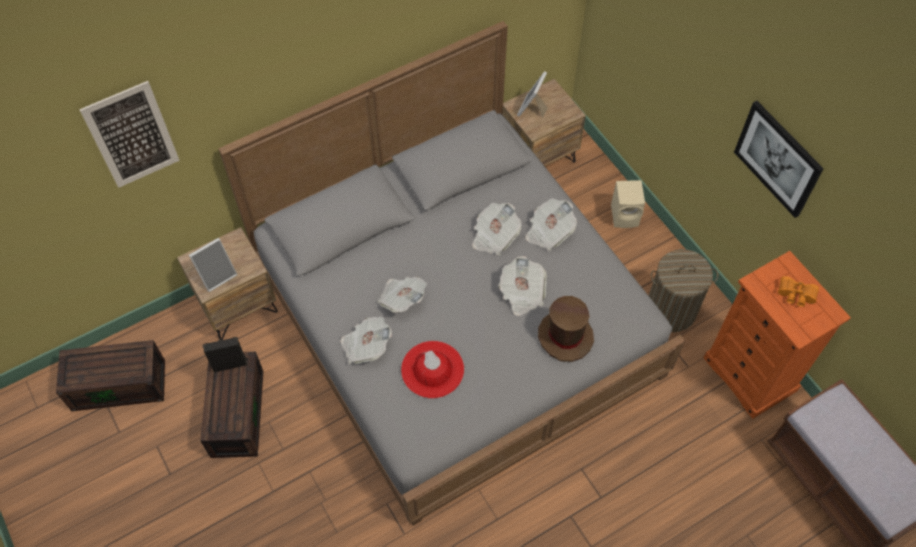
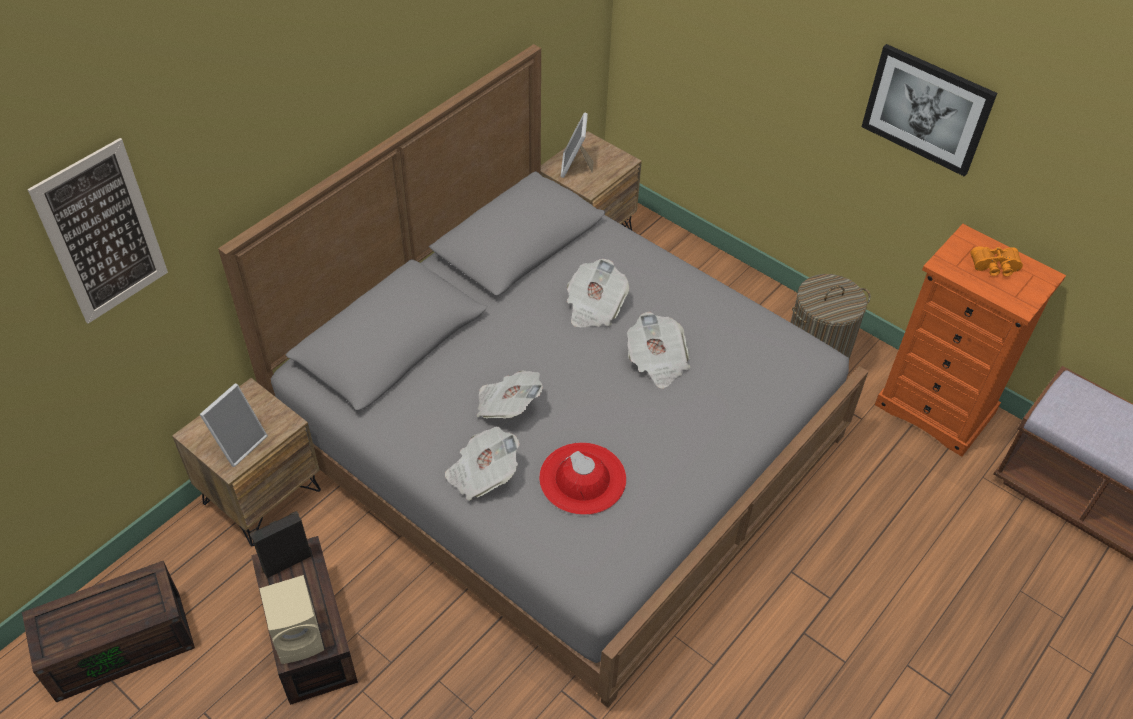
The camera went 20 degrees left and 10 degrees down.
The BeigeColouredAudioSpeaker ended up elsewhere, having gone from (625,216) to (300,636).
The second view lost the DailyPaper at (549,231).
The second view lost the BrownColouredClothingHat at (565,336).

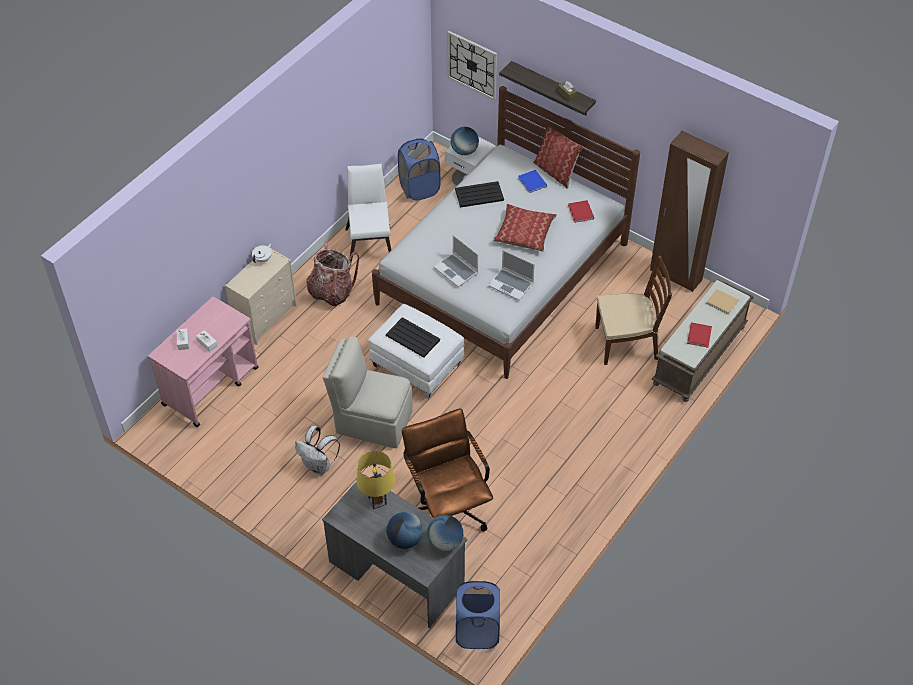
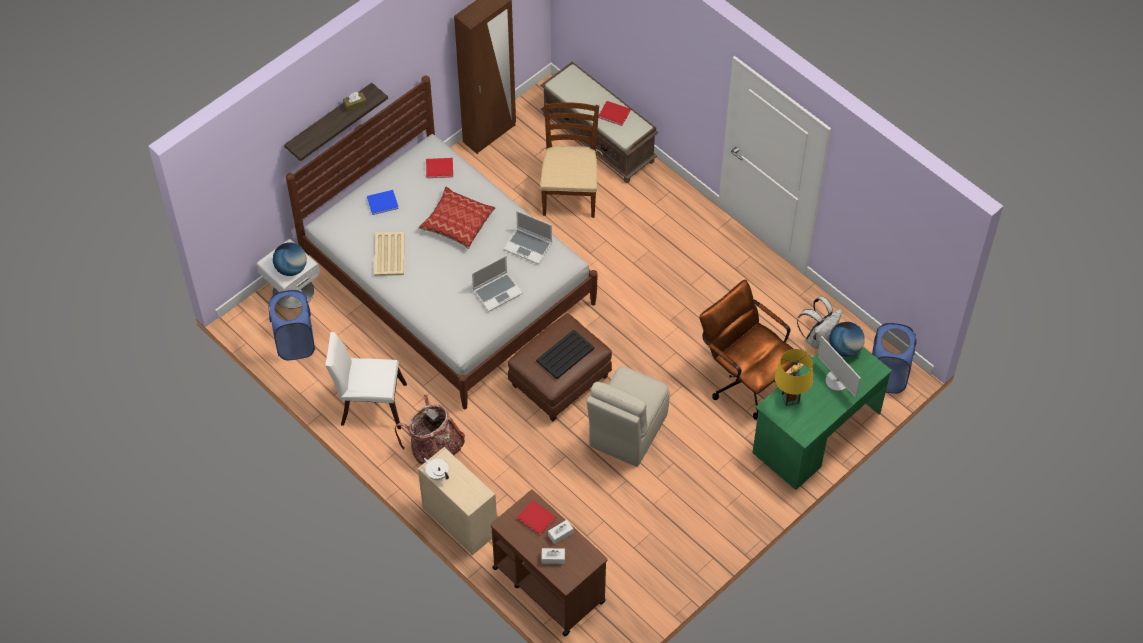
The camera went 80 degrees left and 5 degrees up.
The second view lost the WallClock at (472,65).
The second view lost the Pillow at (556,172).
What was the BlackishServingTray at (478,195) turned into the BeigeColouredServingTray at (389,255).
The PortableComputer at (511,285) ended up facing another way, 75 degrees clockwise from before.
The second view lost the BeigeColouredBoundBook at (722,303).
What was the PinkColouredWheeledCart at (211,386) turned into the BrownColouredWheeledCart at (548,584).
What was the WhiteFootrest at (418,365) turned into the BrownColouredFootrest at (560,380).
The BrownColouredOfficeChair at (448,506) ended up facing another way, 60 degrees clockwise from before.
The WhiteBackpack ended up elsewhere, having gone from (319,466) to (818,337).
What was the GrayDeskUnit at (396,573) turned into the GreenDeskUnit at (816,433).
Where the DeskGlobe stood at (405,539), the Monitor came to stand at (837,381).
The second view gained the RedBoundBook at (537,519).

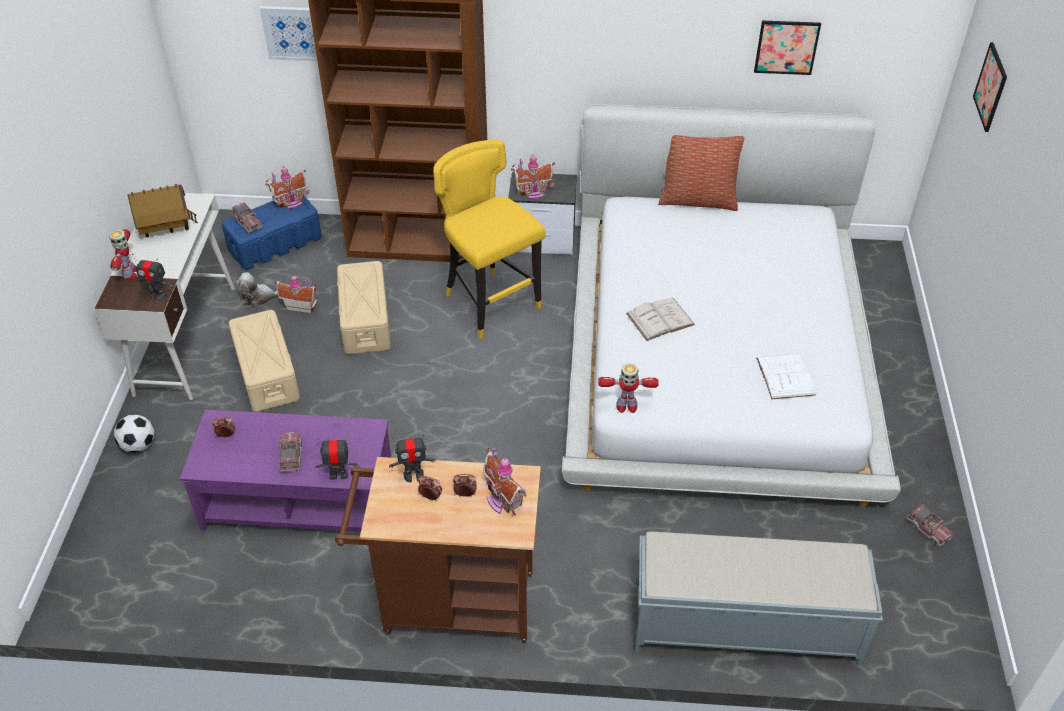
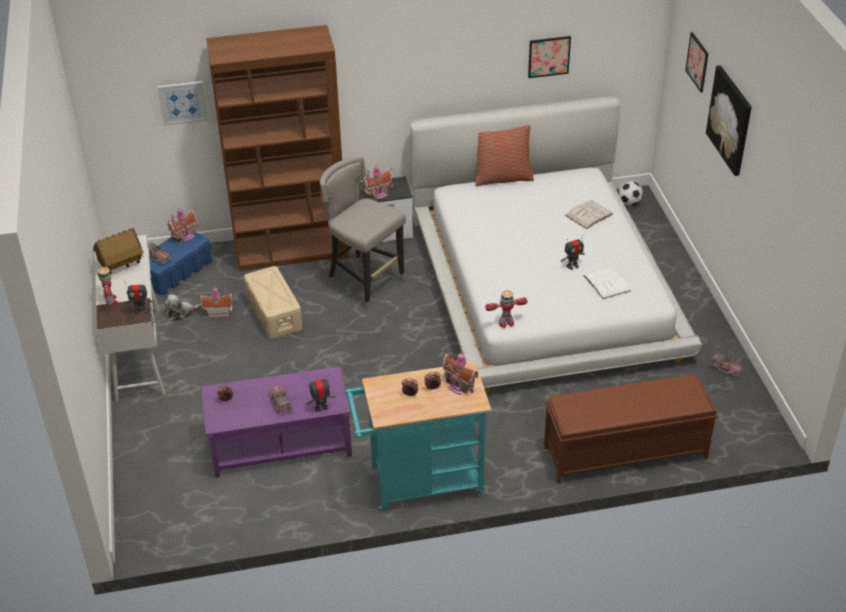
The camera went 15 degrees left and 5 degrees down.
What was the YellowColouredStool at (490,303) turned into the GrayStool at (364,283).
The WhiteBoundBook ended up elsewhere, having gone from (660,319) to (589,214).
The second view lost the BeigeColouredStorageBin at (267,373).
The Football ended up elsewhere, having gone from (138,445) to (629,203).
The RobotFigure ended up elsewhere, having gone from (413,475) to (572,266).
What was the BrownColouredWheeledCart at (449,603) turned into the BlueGreenWheeledCart at (419,483).
What was the GrayBench at (743,625) turned into the BrownColouredBench at (623,452).
The second view gained the WallPicture at (730,120).

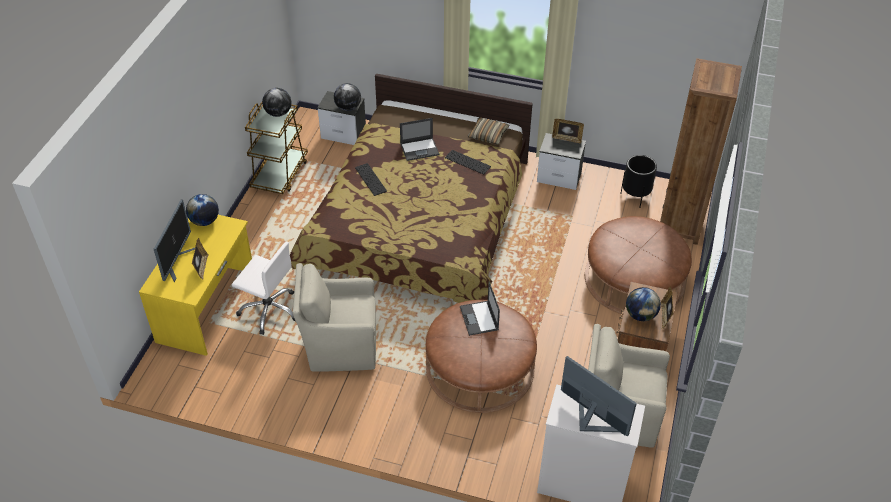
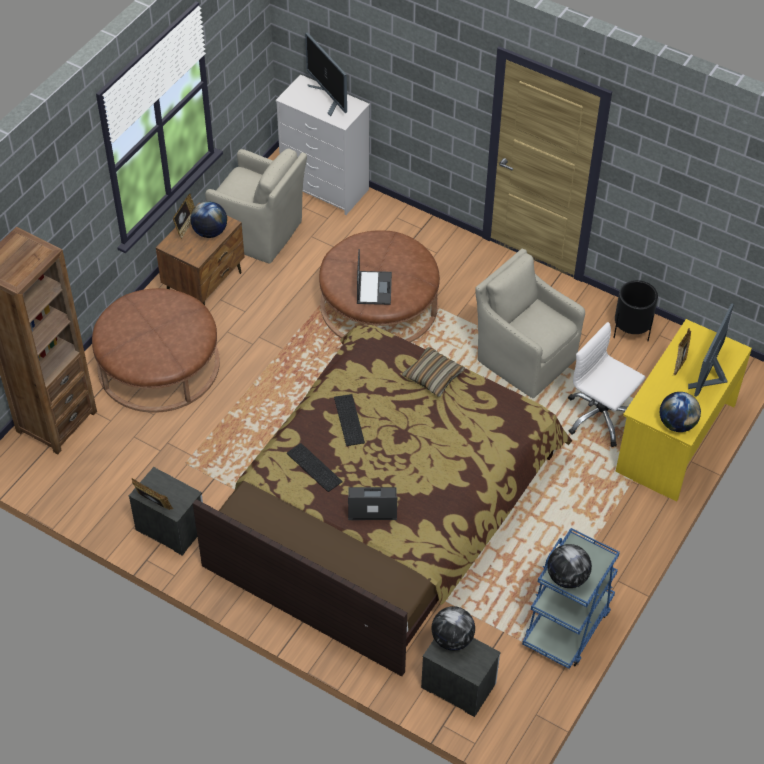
The camera went 165 degrees left and 5 degrees up.
What was the BrownColouredWheeledCart at (280,174) turned into the BluishWheeledCart at (567,625).
The Pillow ended up elsewhere, having gone from (488,135) to (433,376).
The BlackishPlantPot ended up elsewhere, having gone from (635,197) to (631,331).
The ComputerKeyboard ended up elsewhere, having gone from (371,179) to (347,419).
The BeigeColouredLoungeChair at (340,346) ended up facing another way, 150 degrees counterclockwise from before.

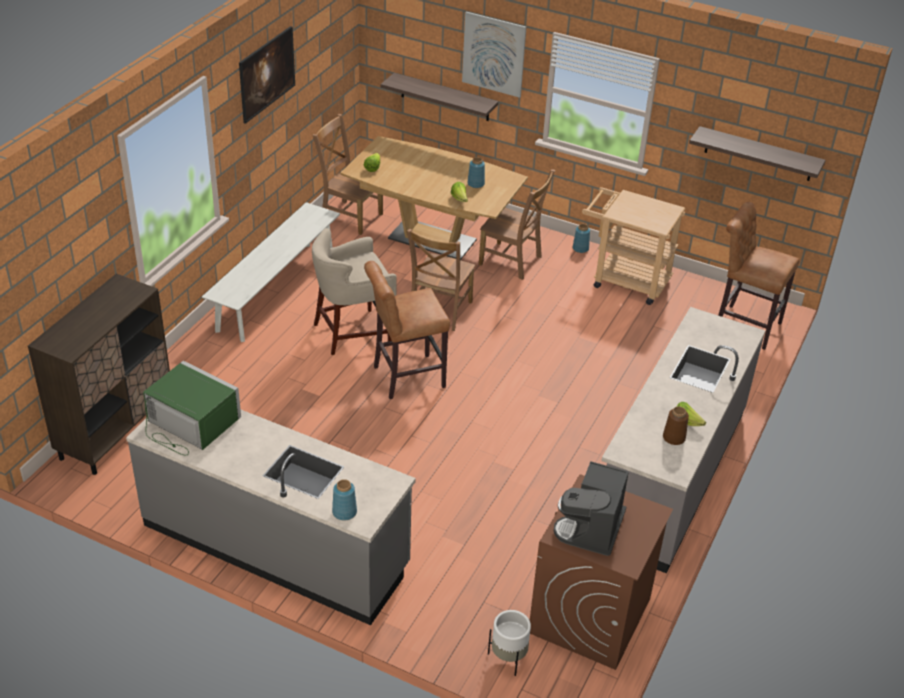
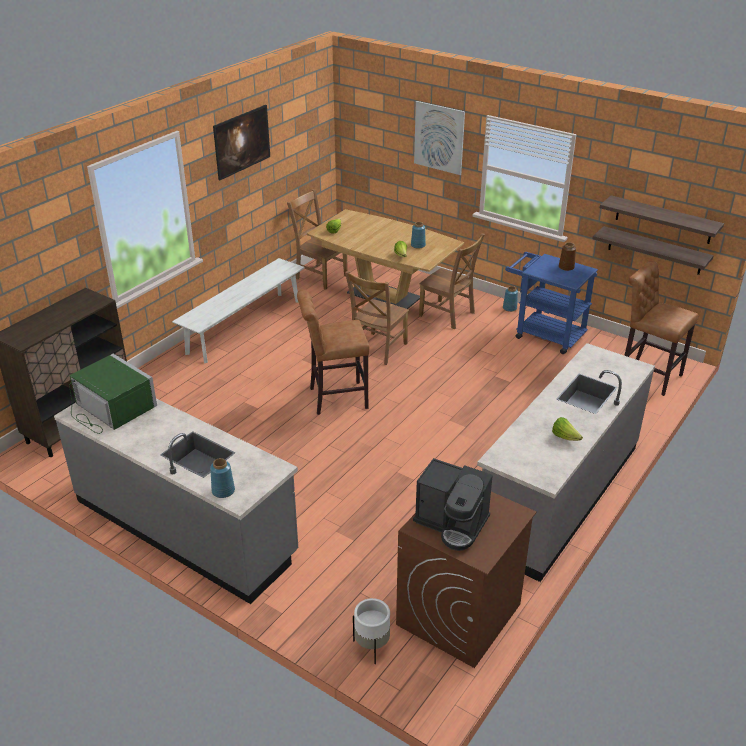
The camera went 10 degrees right and 5 degrees down.
The BracketShelf ended up elsewhere, having gone from (445,97) to (654,250).
What was the BeigeColouredWheeledCart at (624,280) turned into the BluishWheeledCart at (544,334).
The second view lost the BeigeColouredStool at (353,333).
The BrownColouredVase ended up elsewhere, having gone from (673,437) to (566,267).
The CoffeeBrewer at (592,529) ended up facing another way, 90 degrees counterclockwise from before.

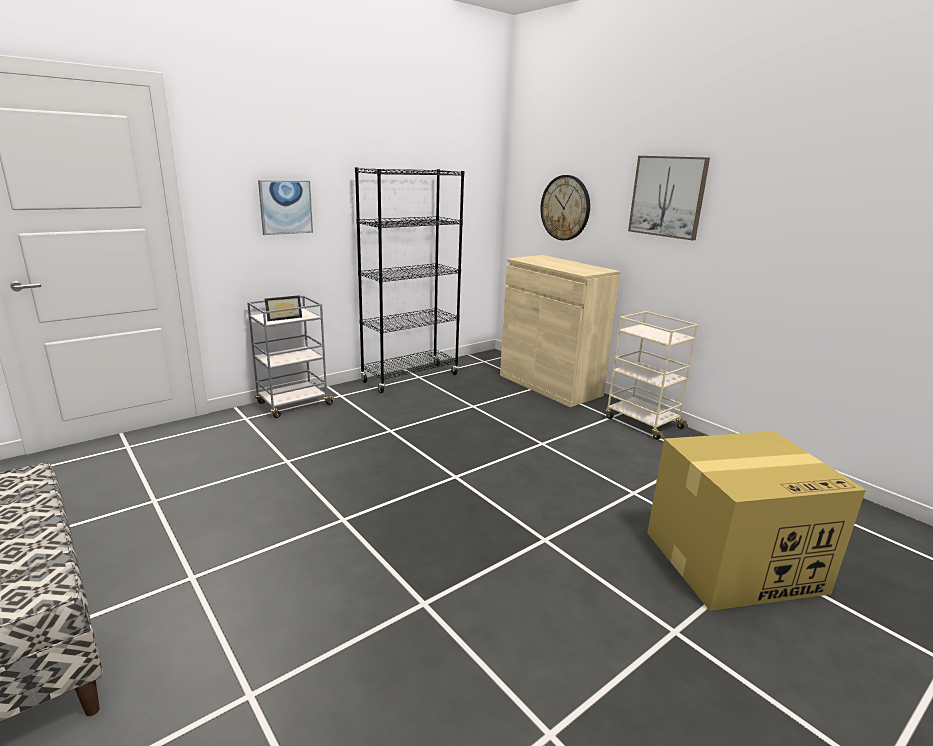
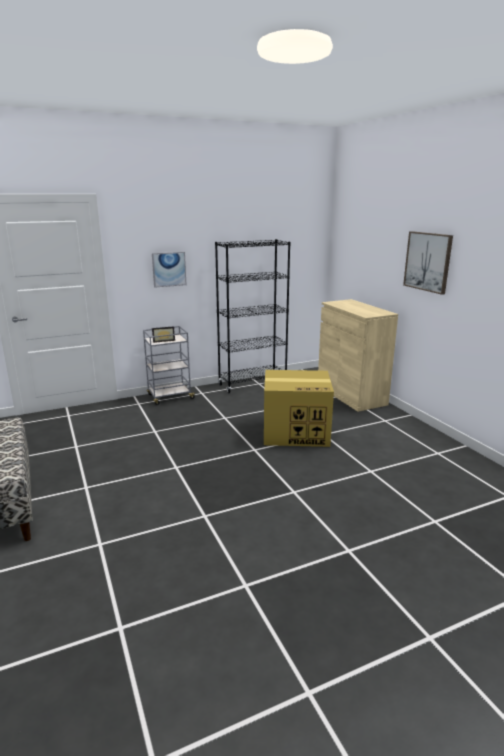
The camera went 15 degrees right and 0 degrees up.
The second view lost the WallClock at (565,208).
The second view lost the BeigeColouredWheeledCart at (642,422).
The CardboardBox ended up elsewhere, having gone from (734,561) to (296,432).

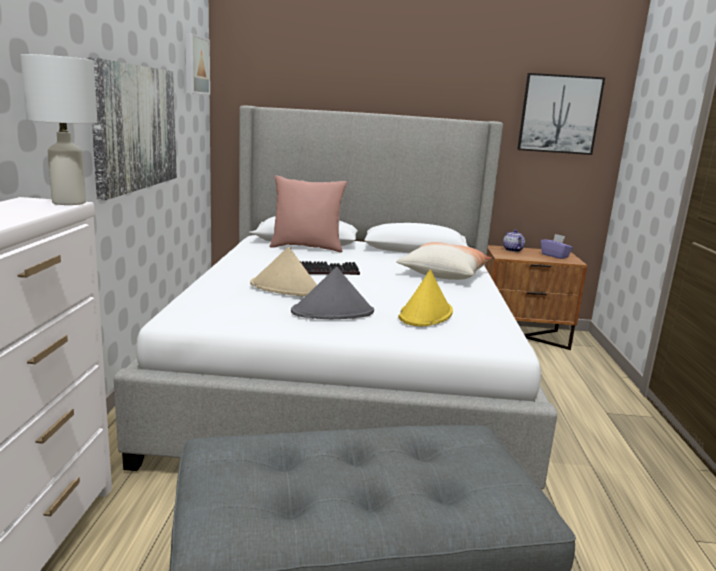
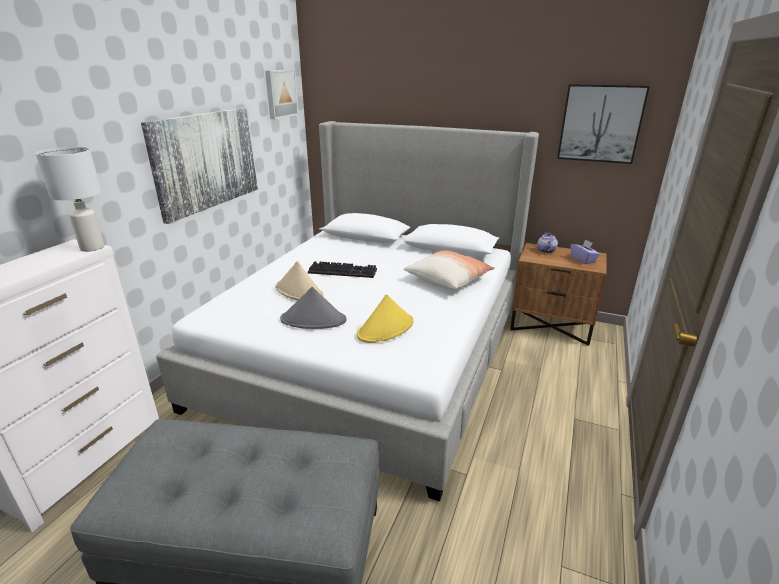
The camera went 20 degrees right and 10 degrees up.
The second view lost the PinkColouredPillow at (306,247).

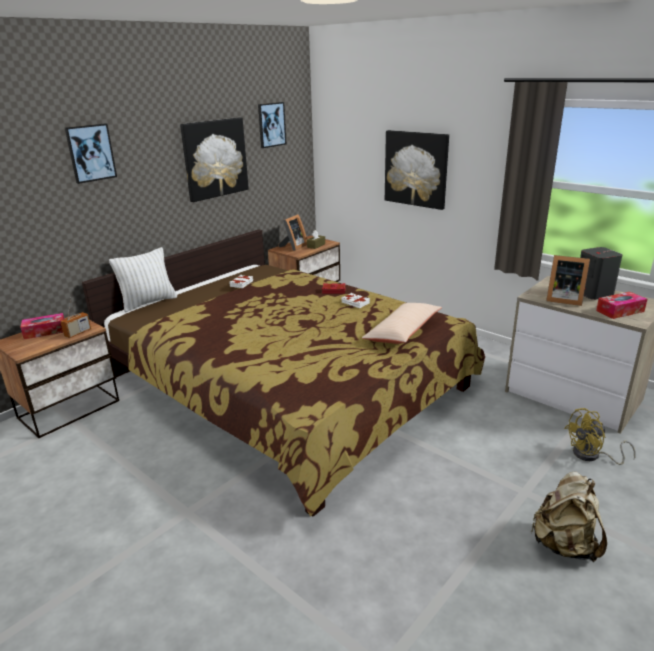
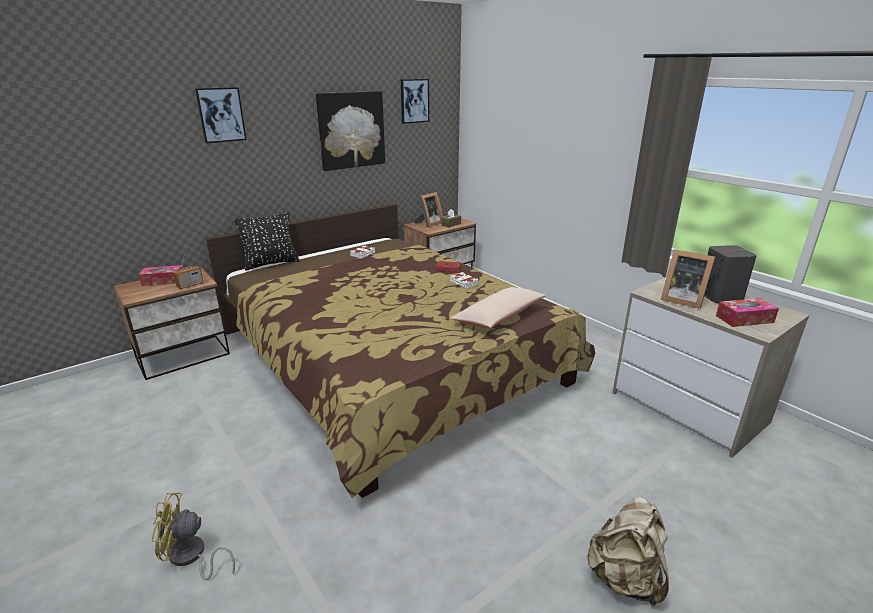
The camera went 10 degrees right and 0 degrees up.
The second view lost the WallPicture at (416,169).
What was the WhitePillow at (148,302) turned into the BlackishPillow at (271,264).
The YellowColouredElectricFan ended up elsewhere, having gone from (592,456) to (191,557).

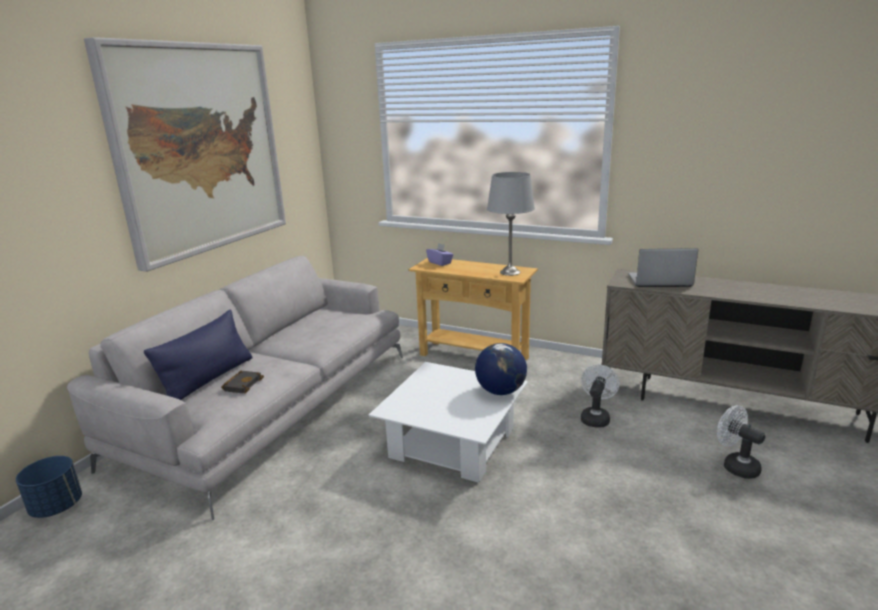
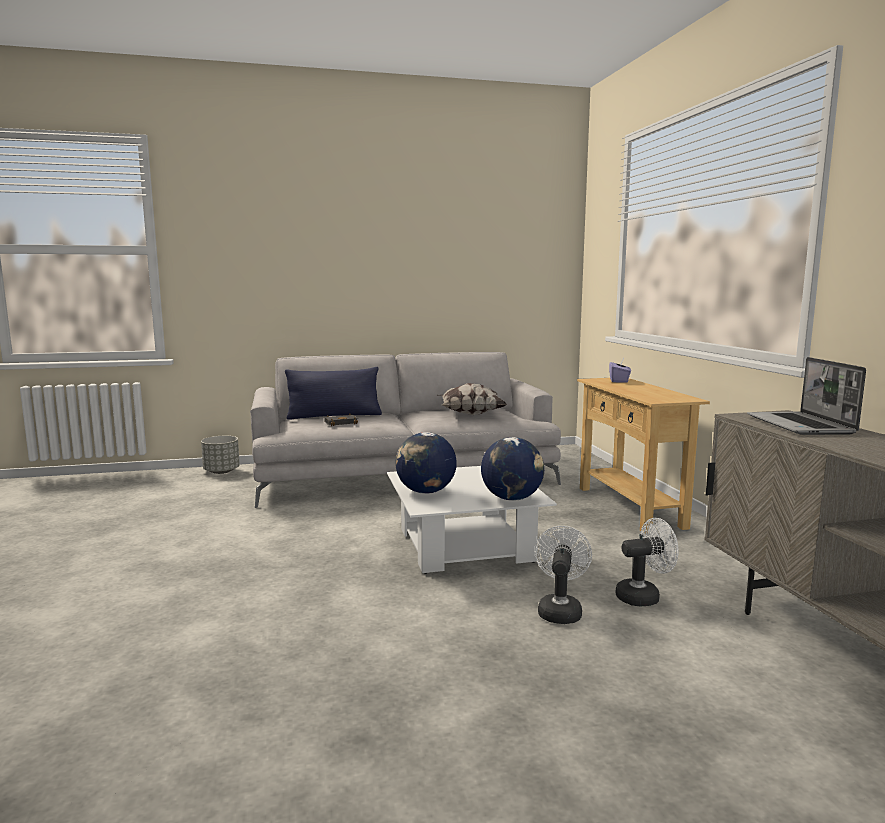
The camera went 50 degrees right and 10 degrees down.
The second view lost the WallPicture at (200,149).
The second view lost the GrayTabletopLamp at (510,272).
The PortableComputer at (658,281) ended up facing another way, 150 degrees counterclockwise from before.
The WhiteElectricFan ended up elsewhere, having gone from (735,466) to (559,610).
What was the BluishPlantPot at (57,507) turned into the GrayPlantPot at (222,471).
The second view gained the Pillow at (469,414).
The second view gained the DeskGlobe at (425,492).

